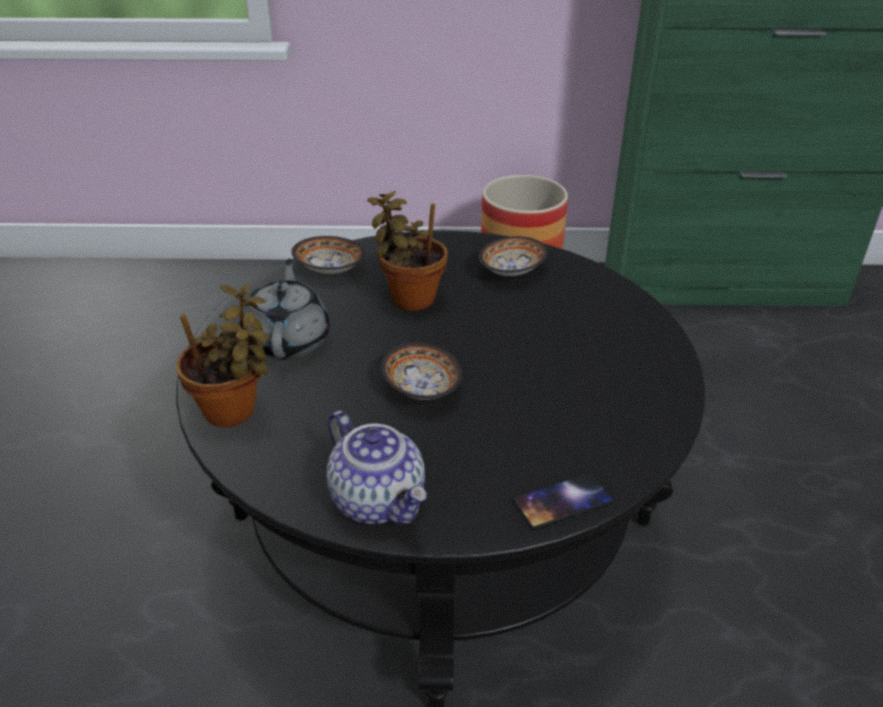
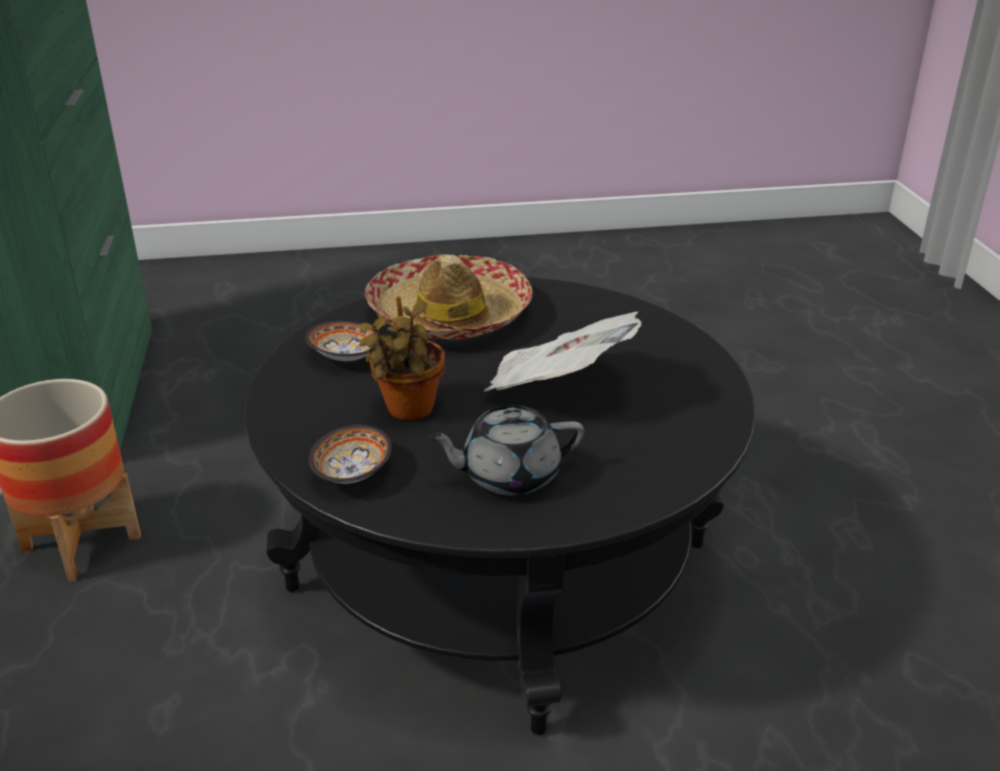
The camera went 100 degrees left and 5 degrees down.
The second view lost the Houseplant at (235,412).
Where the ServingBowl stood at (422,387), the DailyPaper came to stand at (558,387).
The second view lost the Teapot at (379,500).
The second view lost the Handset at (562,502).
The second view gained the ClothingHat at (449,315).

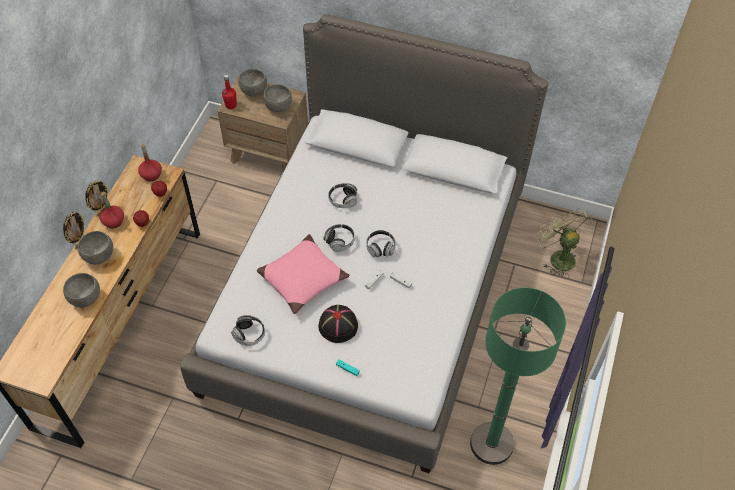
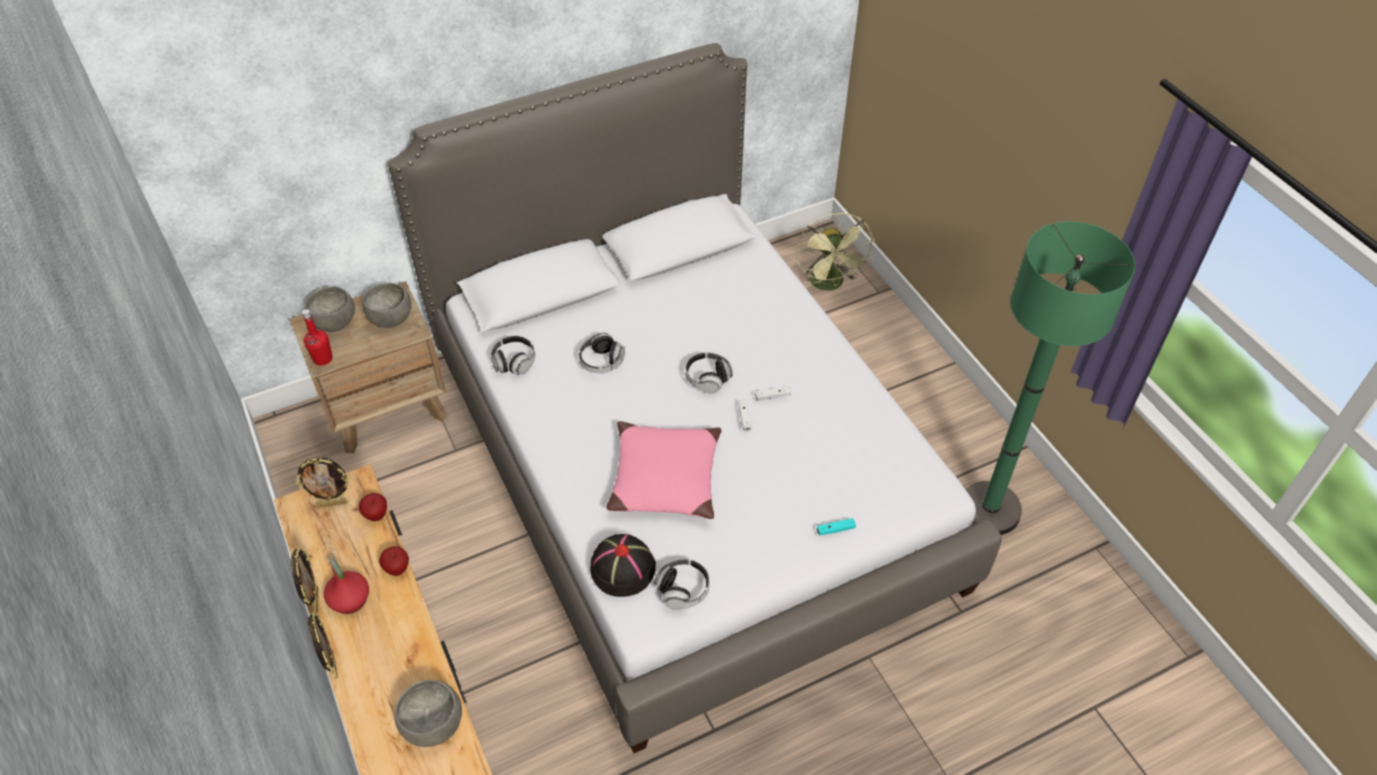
The camera went 45 degrees left and 5 degrees down.
Where the RedBottle stood at (151,174), the PictureFrame came to stand at (333,503).
The GreenElectricFan at (558,256) ended up facing another way, 120 degrees counterclockwise from before.
The PairOfHeadphones ended up elsewhere, having gone from (339,241) to (514,362).
The second view lost the GrayServingBowl at (99,255).
The BlackishClothingHat ended up elsewhere, having gone from (338,325) to (622,568).

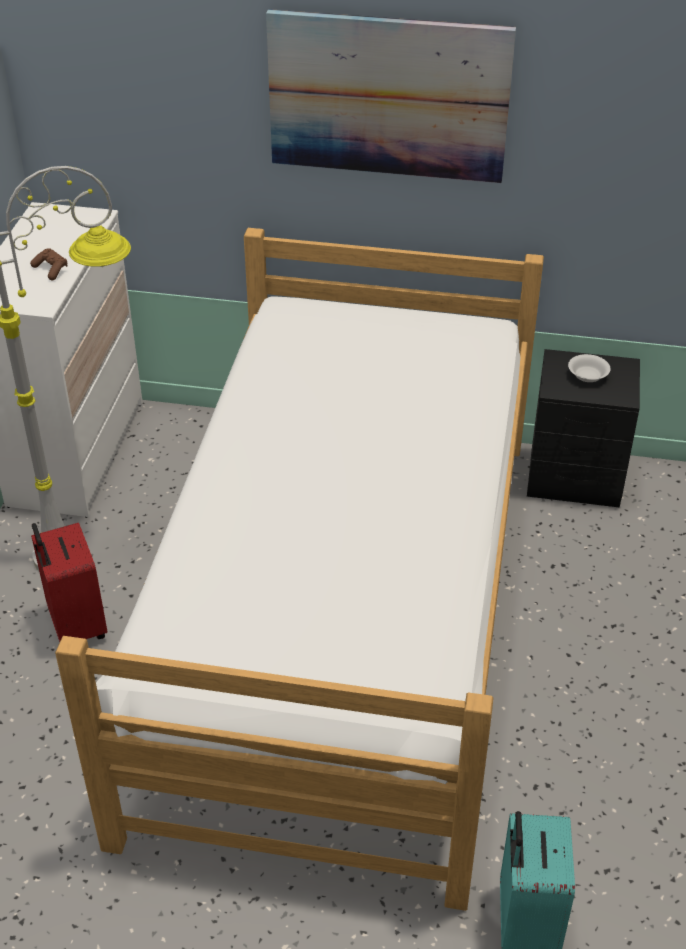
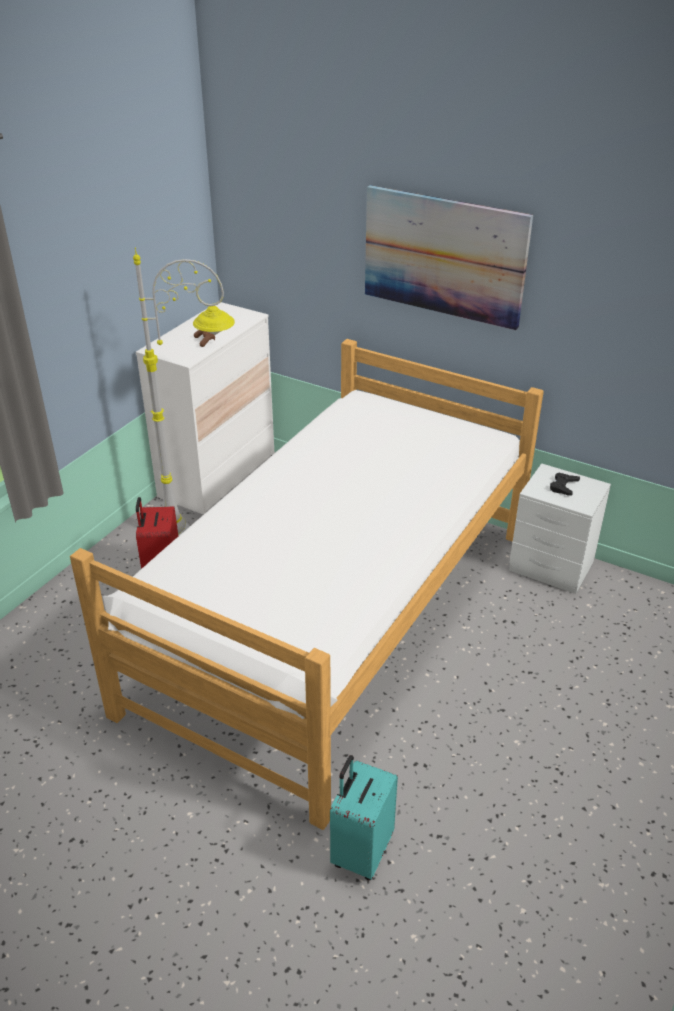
The camera went 20 degrees right and 5 degrees down.
What was the BlackishNightTable at (576,479) turned into the WhiteNightTable at (552,568).
Where the WhiteServingBowl stood at (587,375), the BlackishGameController came to stand at (563,486).

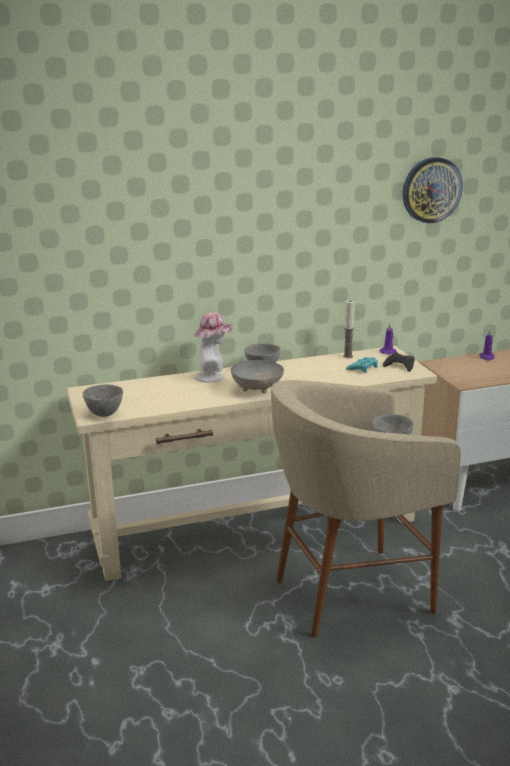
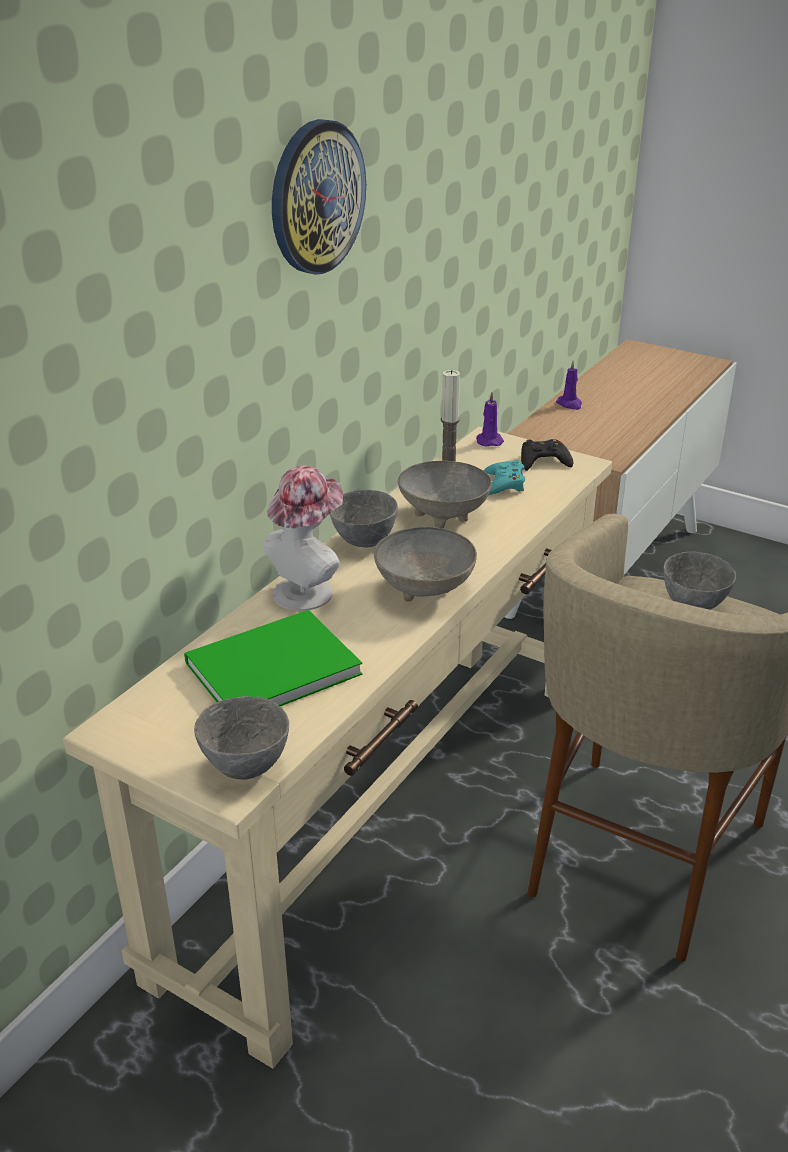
The camera went 40 degrees left and 10 degrees up.
The WallClock ended up elsewhere, having gone from (431,190) to (316,197).
The second view gained the GrayServingBowl at (445,515).
The second view gained the GreenBoundBook at (267,668).

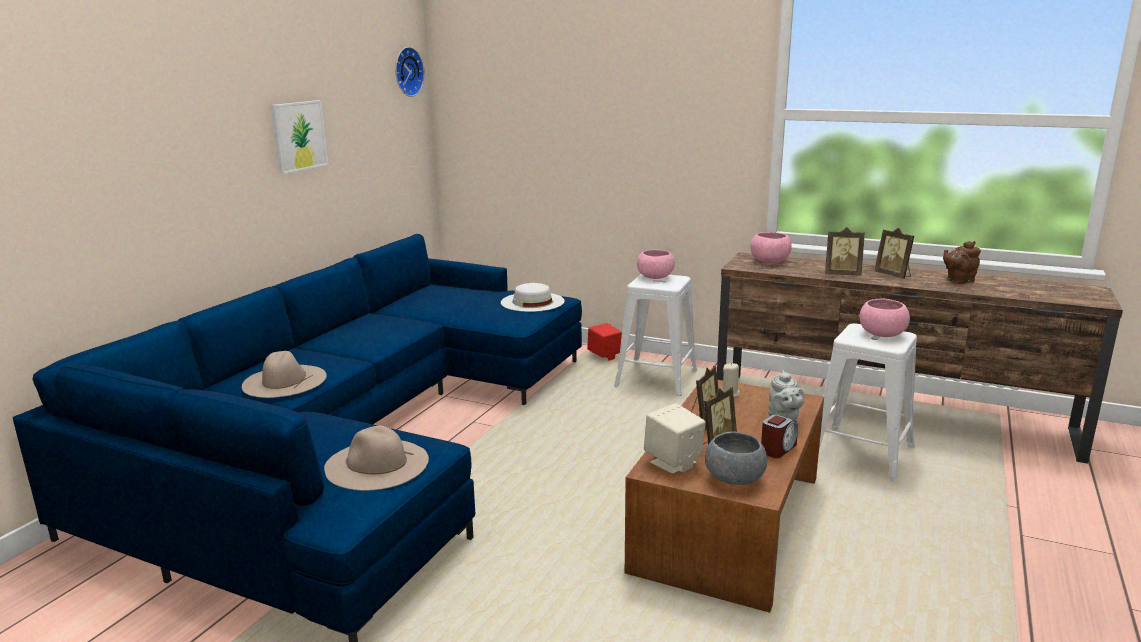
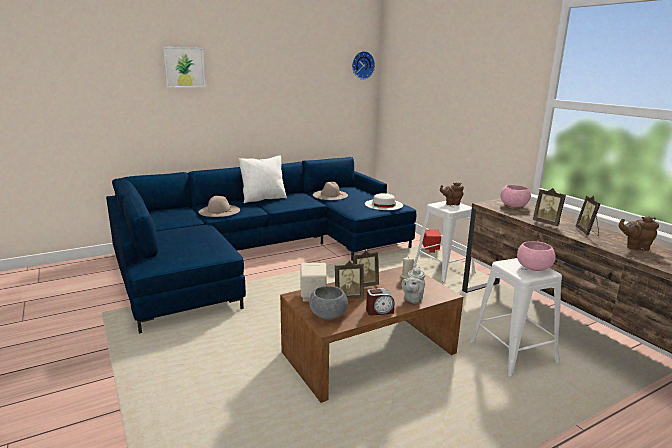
The camera went 35 degrees right and 0 degrees up.
The WallPicture ended up elsewhere, having gone from (299,136) to (184,67).
Where the PinkColouredServingBowl stood at (655,277), the BrownColouredTeapot came to stand at (451,203).
The BeigeColouredClothingHat ended up elsewhere, having gone from (376,464) to (330,195).
The second view gained the WhitePillow at (263,199).

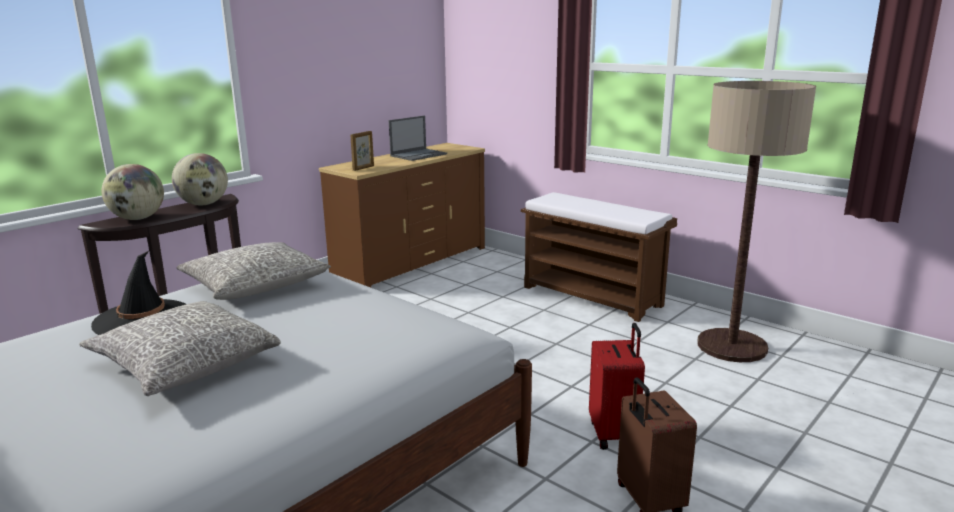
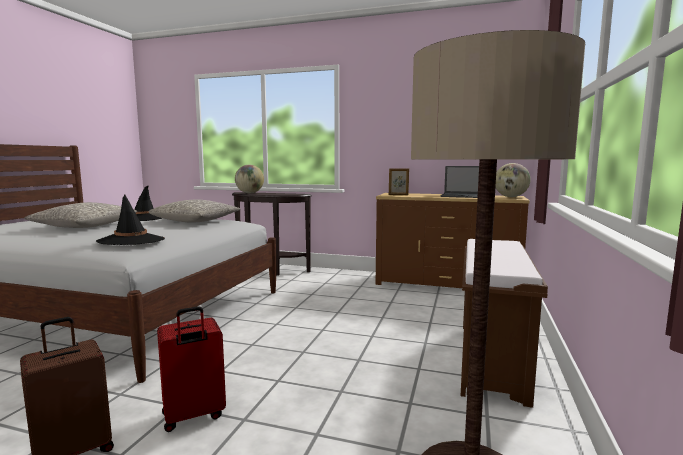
The camera went 65 degrees right and 10 degrees down.
The DeskGlobe ended up elsewhere, having gone from (203,204) to (510,197).
The second view gained the BlackishClothingHat at (131,241).

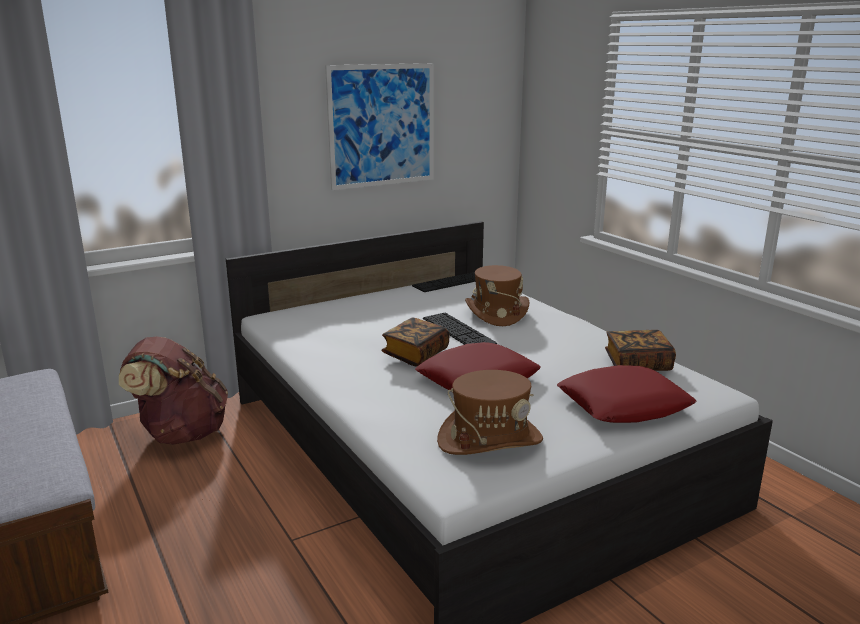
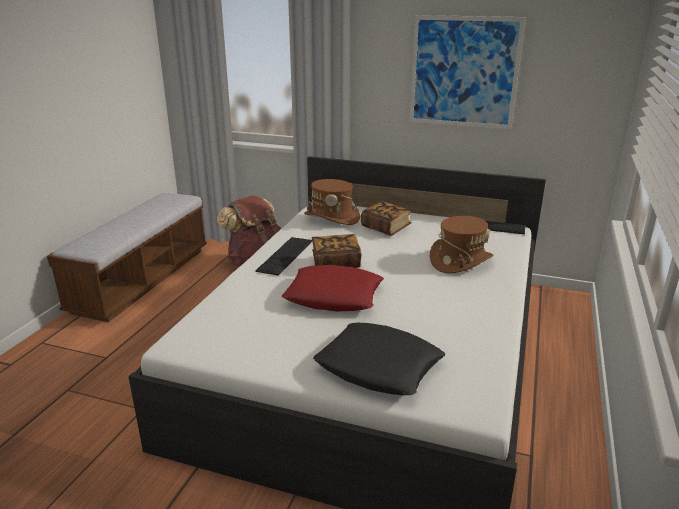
The camera went 50 degrees right and 5 degrees up.
The ComputerKeyboard ended up elsewhere, having gone from (458,331) to (285,255).
The BoundBook ended up elsewhere, having gone from (637,364) to (385,228).
What was the RedPillow at (624,404) turned into the BlackishPillow at (379,366).
The BrownColouredClothingHat ended up elsewhere, having gone from (490,440) to (332,217).

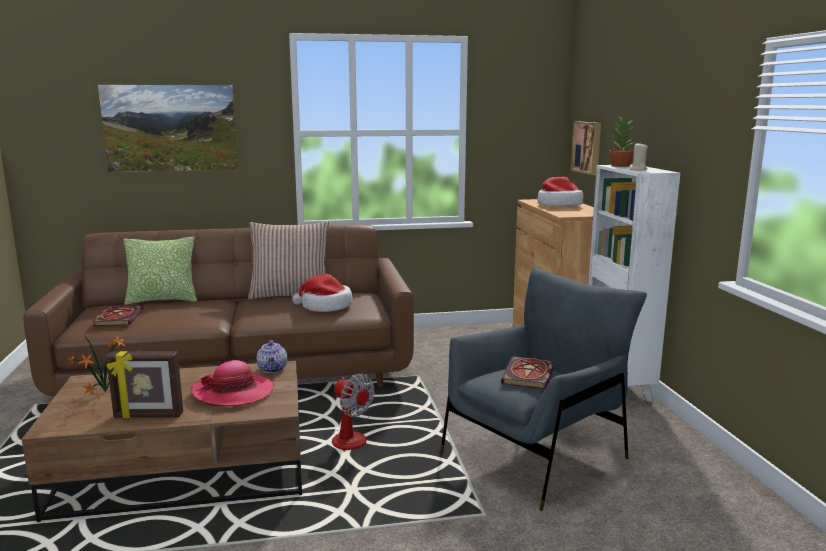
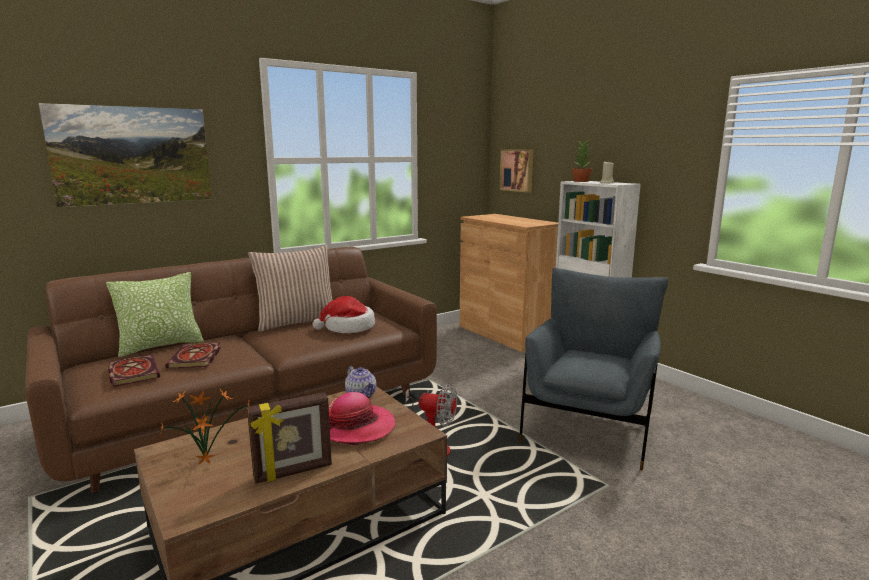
The camera went 25 degrees left and 0 degrees up.
The second view lost the ClothingHat at (558,205).
The BoundBook ended up elsewhere, having gone from (529,376) to (196,358).

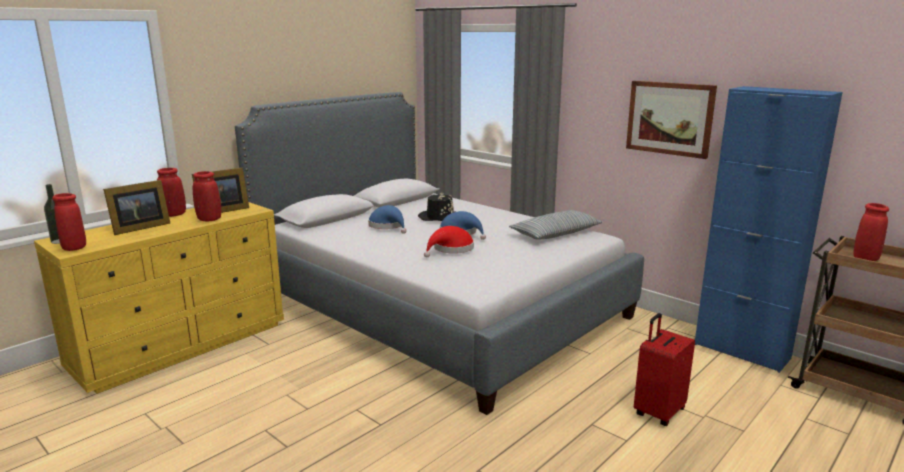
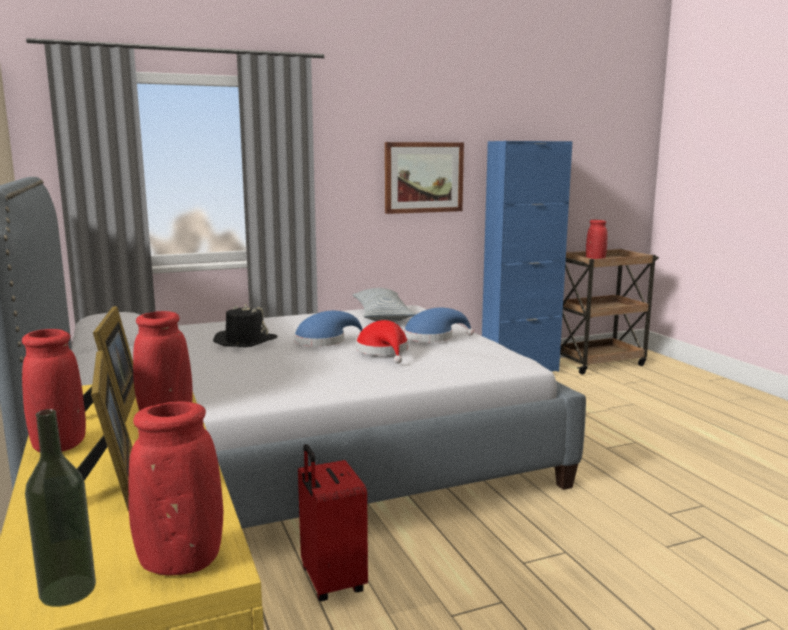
The camera went 65 degrees left and 5 degrees down.
The BluishClothingHat ended up elsewhere, having gone from (388,226) to (432,337).
The RedPieceOfLuggage ended up elsewhere, having gone from (658,412) to (330,582).

